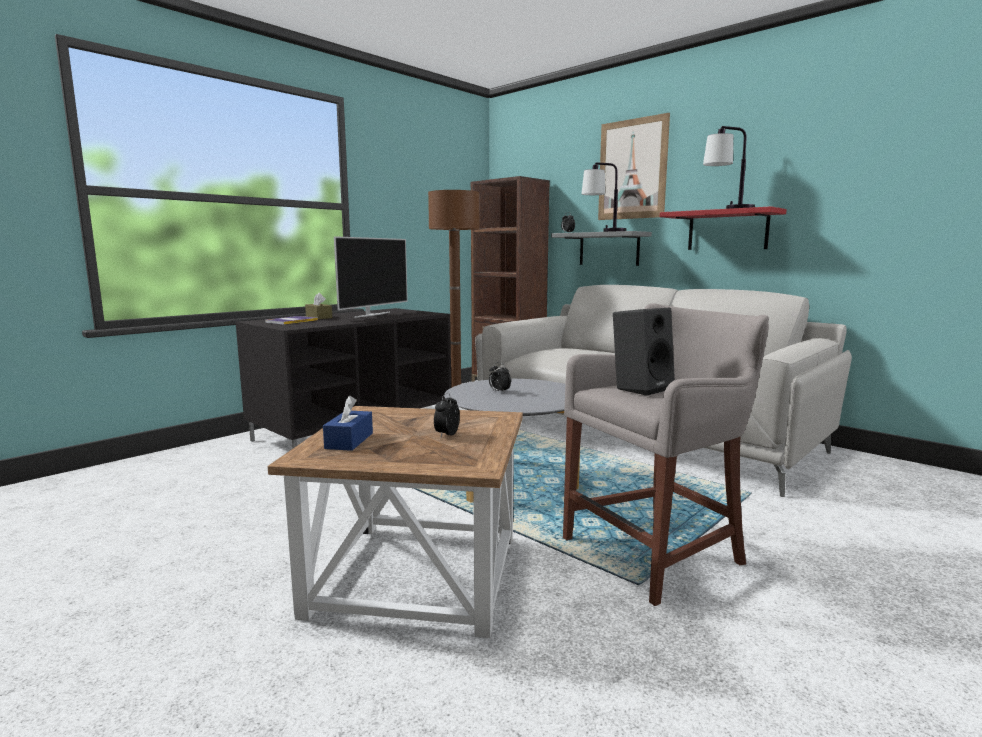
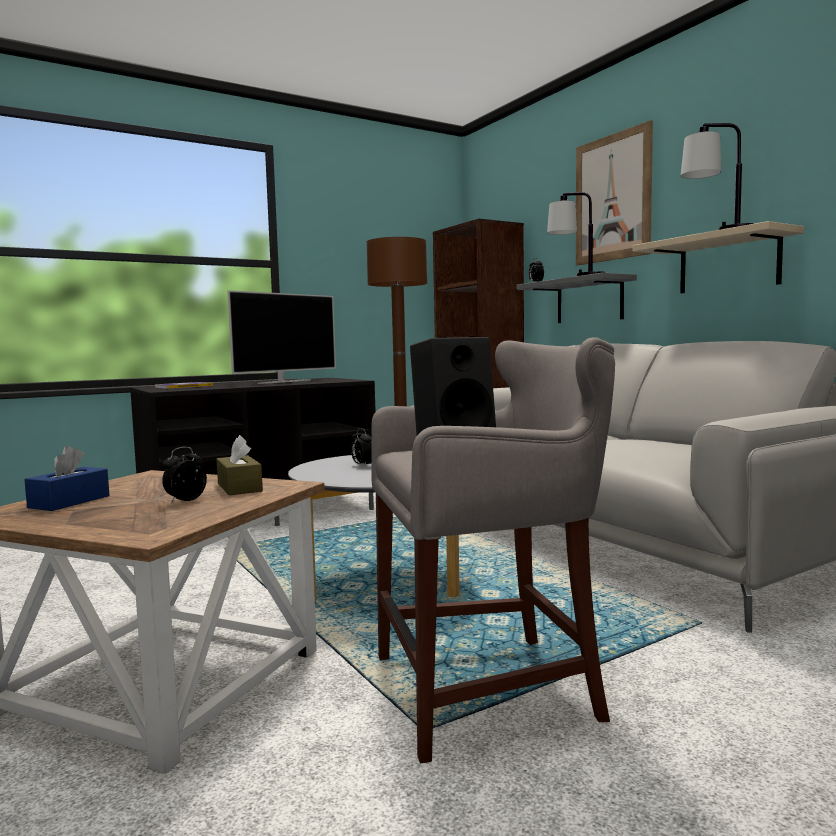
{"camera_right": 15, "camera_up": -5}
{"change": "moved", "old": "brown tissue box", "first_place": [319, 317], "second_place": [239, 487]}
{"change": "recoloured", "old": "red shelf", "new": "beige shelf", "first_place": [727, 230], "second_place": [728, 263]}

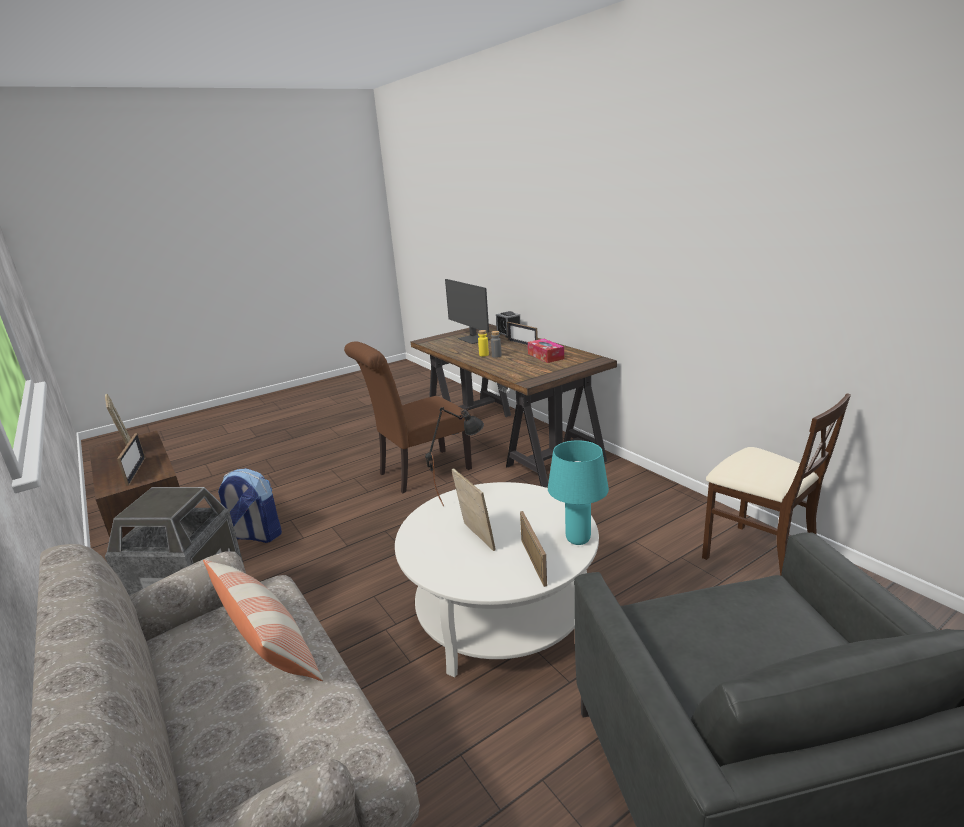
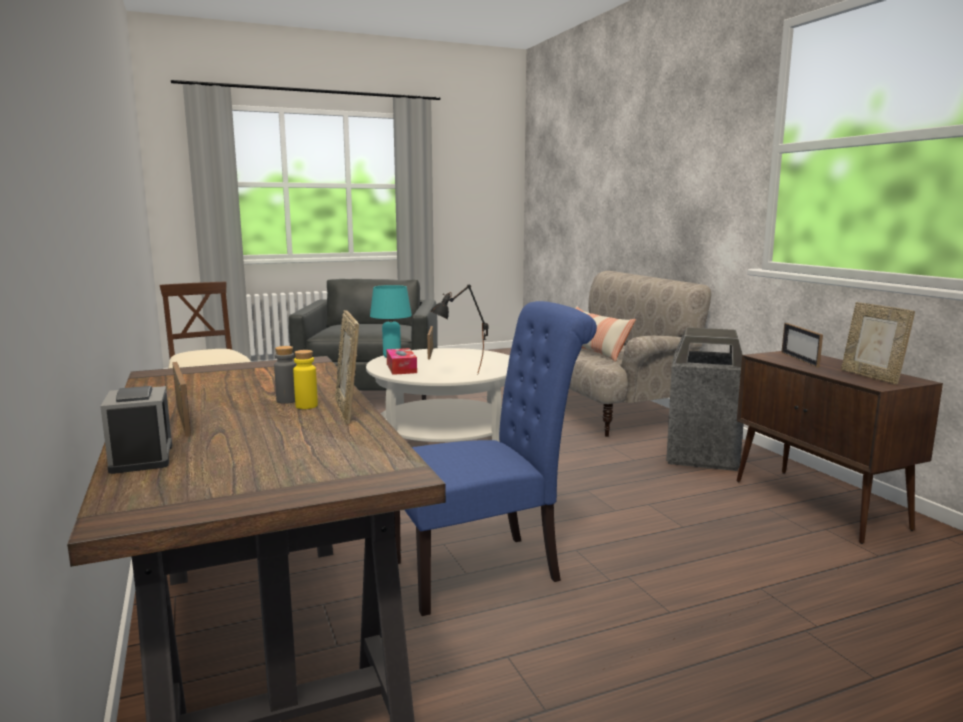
{"camera_right": -170, "camera_up": -10}
{"change": "moved", "old": "picture frame", "first_place": [475, 538], "second_place": [348, 411]}
{"change": "moved", "old": "tissue box", "first_place": [545, 356], "second_place": [401, 368]}
{"change": "recoloured", "old": "brown chair", "new": "blue chair", "first_place": [419, 472], "second_place": [485, 569]}
{"change": "removed", "old": "backpack", "first_place": [255, 535]}
{"change": "removed", "old": "monitor", "first_place": [473, 339]}

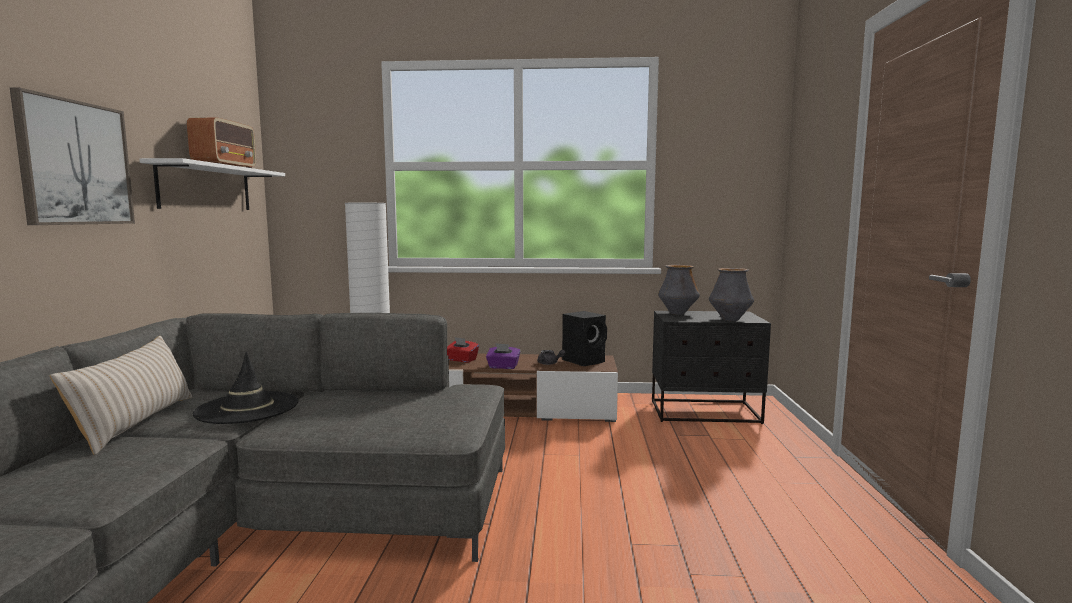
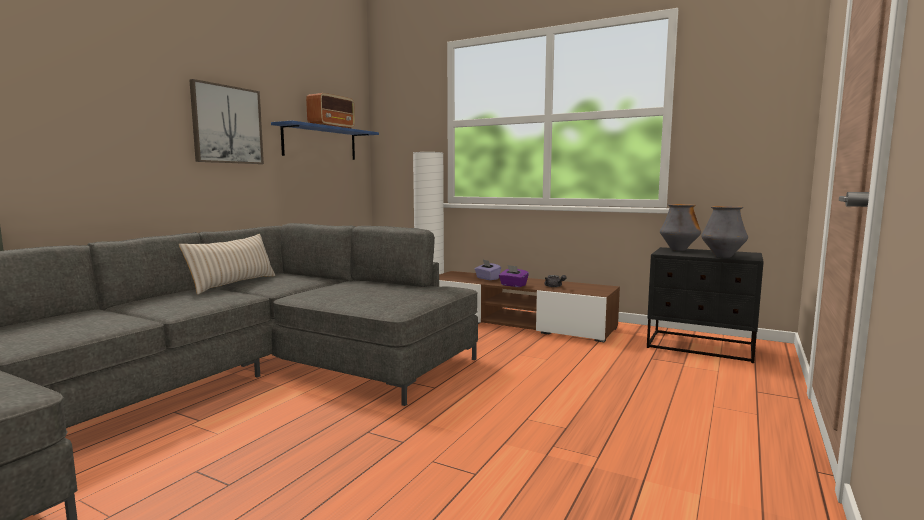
{"camera_right": 25, "camera_up": 0}
{"change": "recoloured", "old": "white shelf", "new": "blue shelf", "first_place": [206, 188], "second_place": [320, 143]}
{"change": "recoloured", "old": "red tissue box", "new": "purple tissue box", "first_place": [461, 360], "second_place": [487, 278]}
{"change": "removed", "old": "black hat", "first_place": [247, 408]}
{"change": "removed", "old": "black speaker", "first_place": [584, 361]}

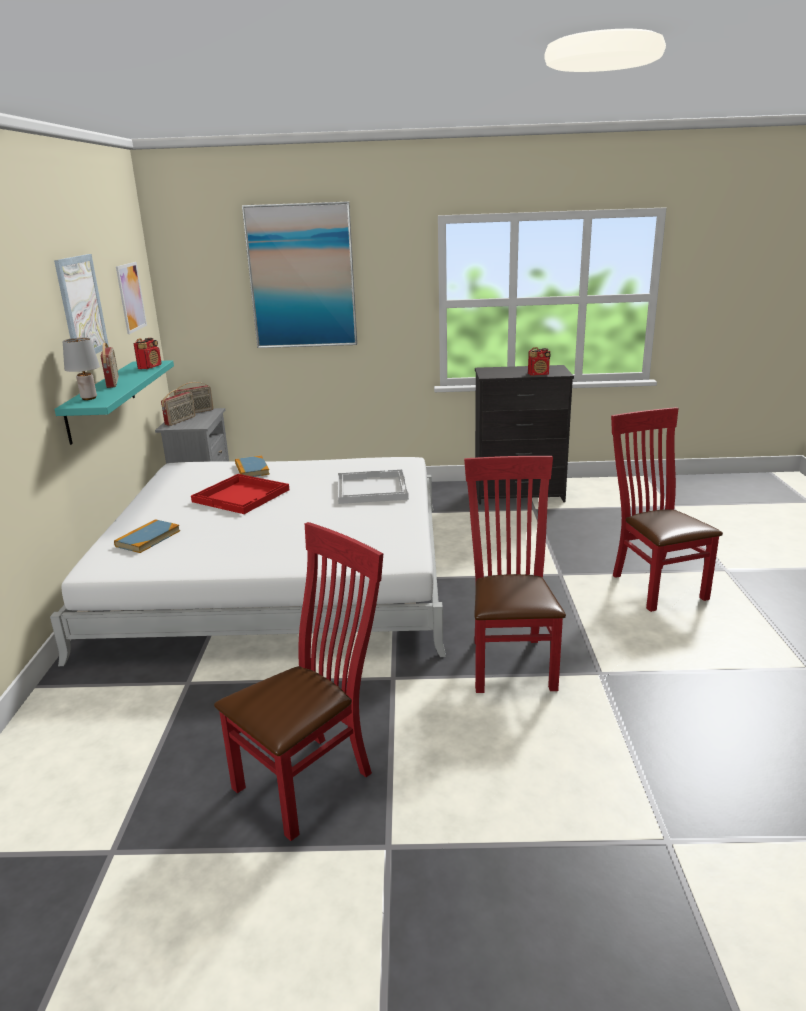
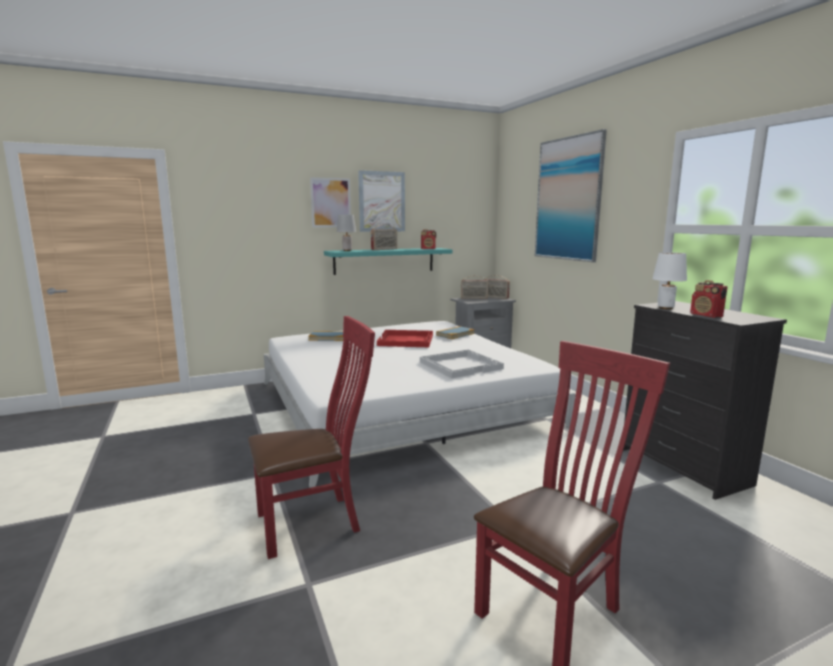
{"camera_right": 65, "camera_up": -10}
{"change": "moved", "old": "picture", "first_place": [131, 297], "second_place": [331, 202]}
{"change": "added", "new": "white table lamp", "second_place": [666, 308]}
{"change": "removed", "old": "red chair", "first_place": [311, 778]}

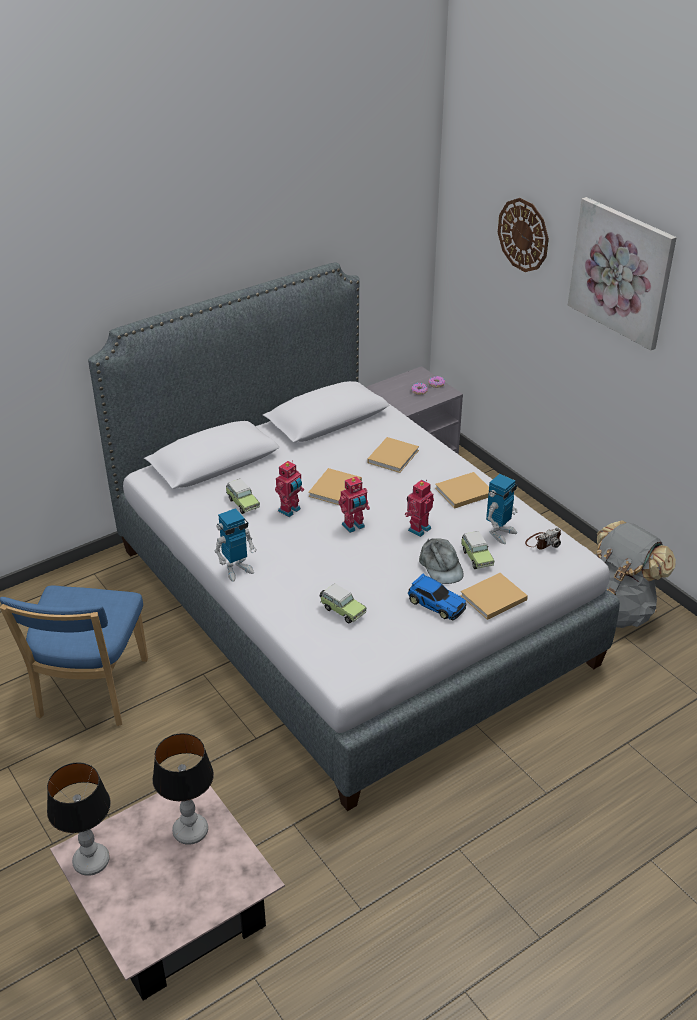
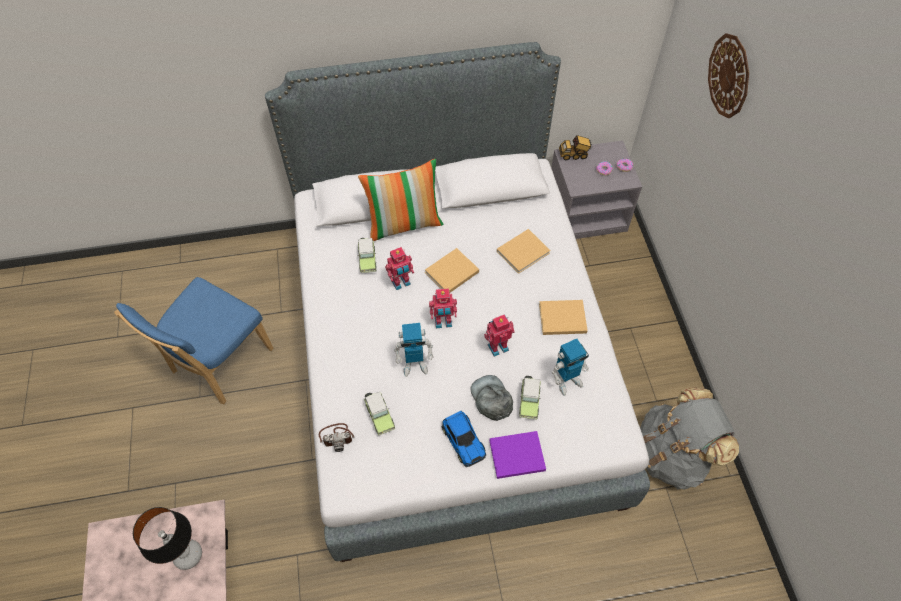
{"camera_right": 25, "camera_up": 20}
{"change": "moved", "old": "photo camera", "first_place": [543, 542], "second_place": [337, 436]}
{"change": "added", "new": "pillow", "second_place": [404, 224]}
{"change": "moved", "old": "toy robot", "first_place": [237, 570], "second_place": [414, 364]}
{"change": "turned", "old": "grey cap", "first_place": [440, 566], "second_place": [491, 399], "degrees": 150}
{"change": "recoloured", "old": "beige book", "new": "purple book", "first_place": [492, 598], "second_place": [515, 455]}
{"change": "added", "new": "toy truck", "second_place": [574, 155]}
{"change": "removed", "old": "table lamp", "first_place": [91, 861]}
{"change": "removed", "old": "picture", "first_place": [622, 272]}

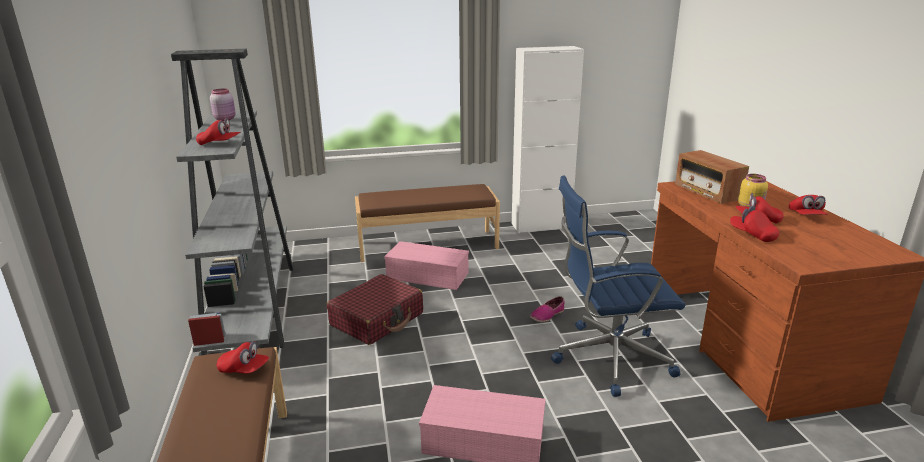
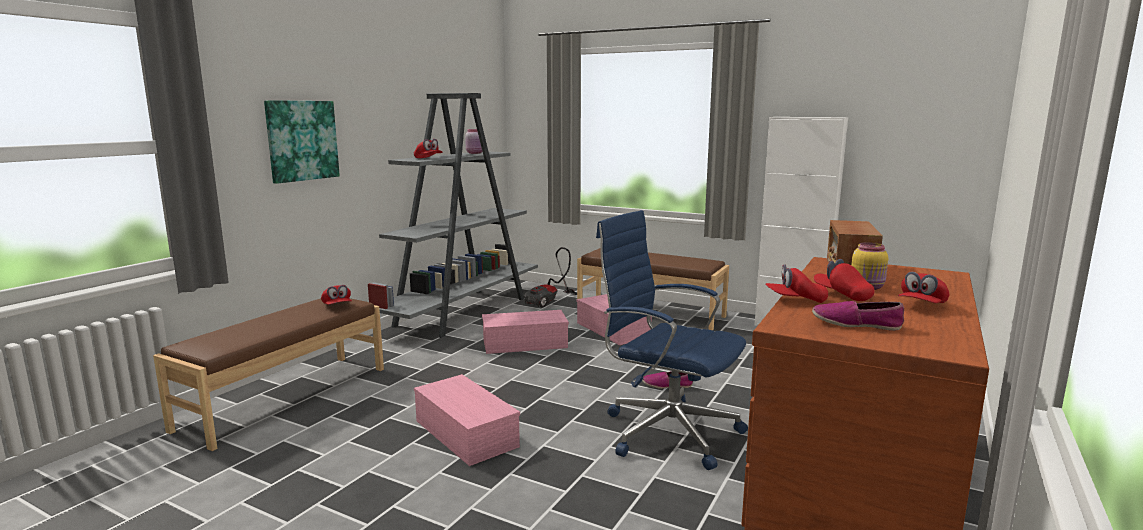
{"camera_right": 40, "camera_up": -10}
{"change": "added", "new": "picture", "second_place": [302, 140]}
{"change": "replaced", "old": "red suitcase", "new": "pink storage box", "first_place": [377, 319], "second_place": [526, 343]}
{"change": "added", "new": "vacuum cleaner", "second_place": [551, 301]}
{"change": "turned", "old": "red cap", "first_place": [752, 235], "second_place": [795, 300], "degrees": -90}
{"change": "added", "new": "shoe", "second_place": [856, 324]}

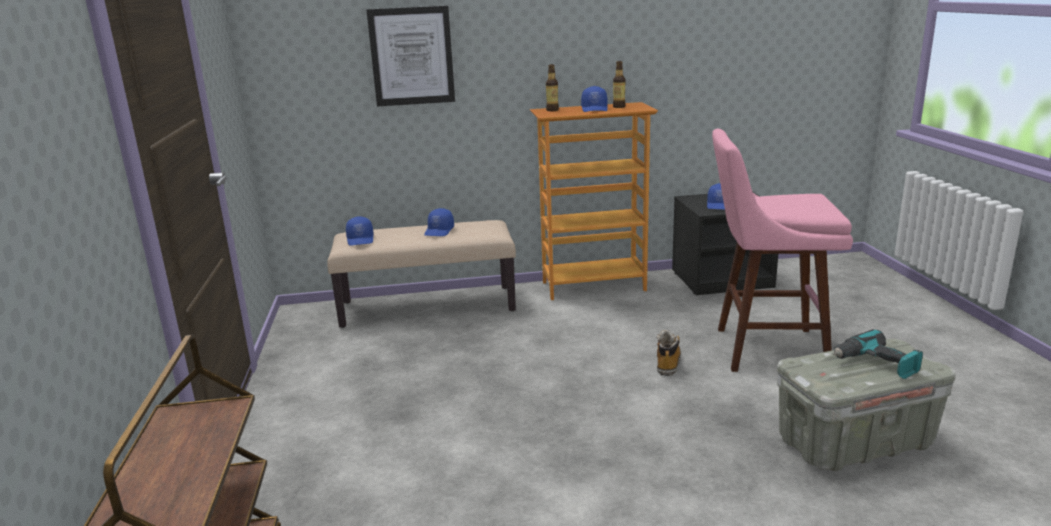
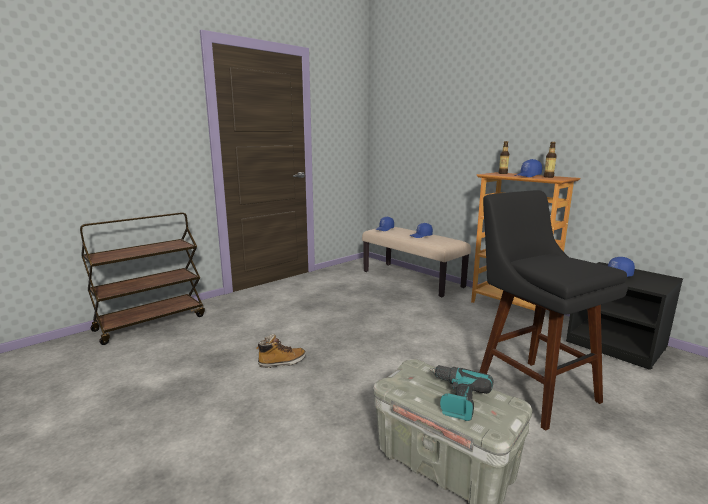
{"camera_right": 55, "camera_up": -5}
{"change": "moved", "old": "boot", "first_place": [668, 363], "second_place": [282, 362]}
{"change": "recoloured", "old": "pink stool", "new": "black stool", "first_place": [764, 349], "second_place": [531, 388]}
{"change": "removed", "old": "picture", "first_place": [412, 56]}

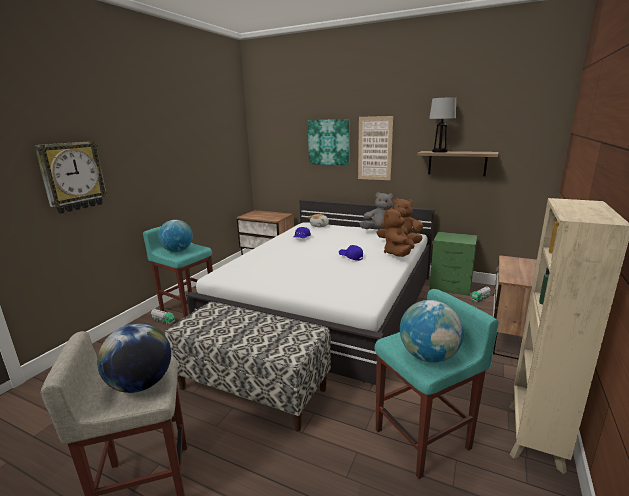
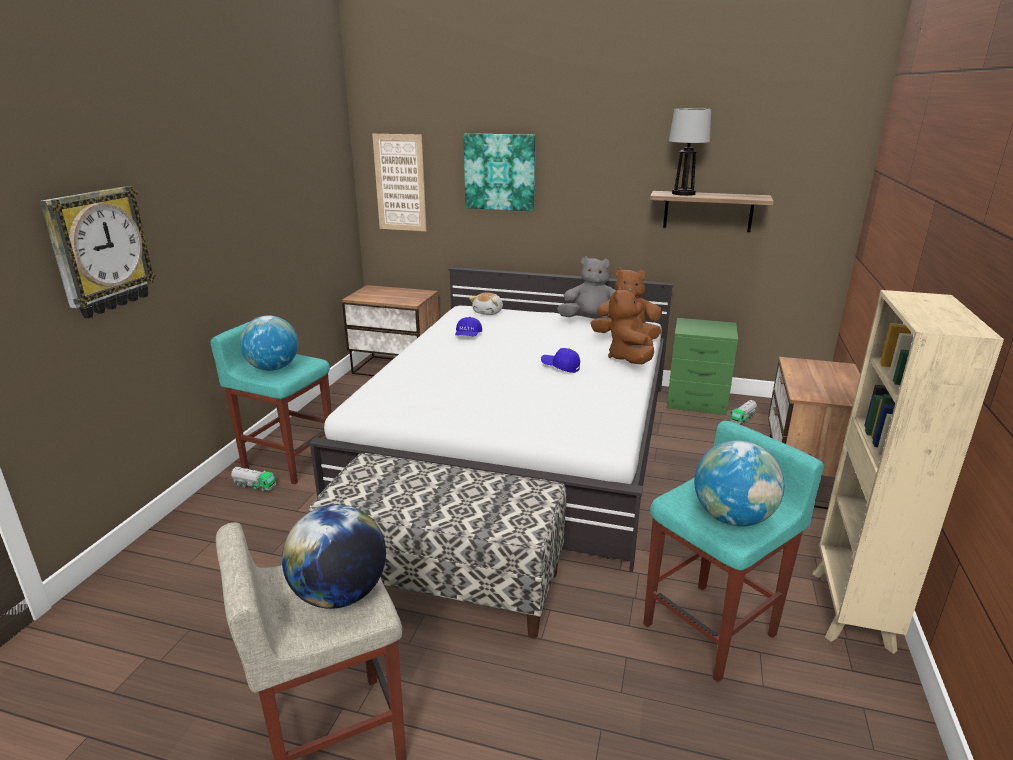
{"camera_right": -10, "camera_up": 5}
{"change": "moved", "old": "picture", "first_place": [375, 148], "second_place": [400, 183]}

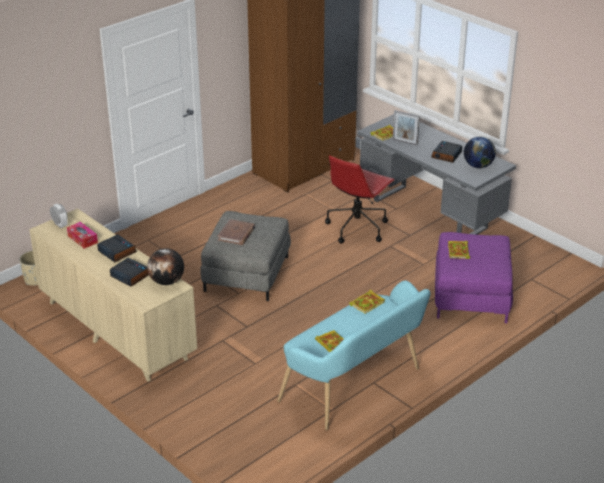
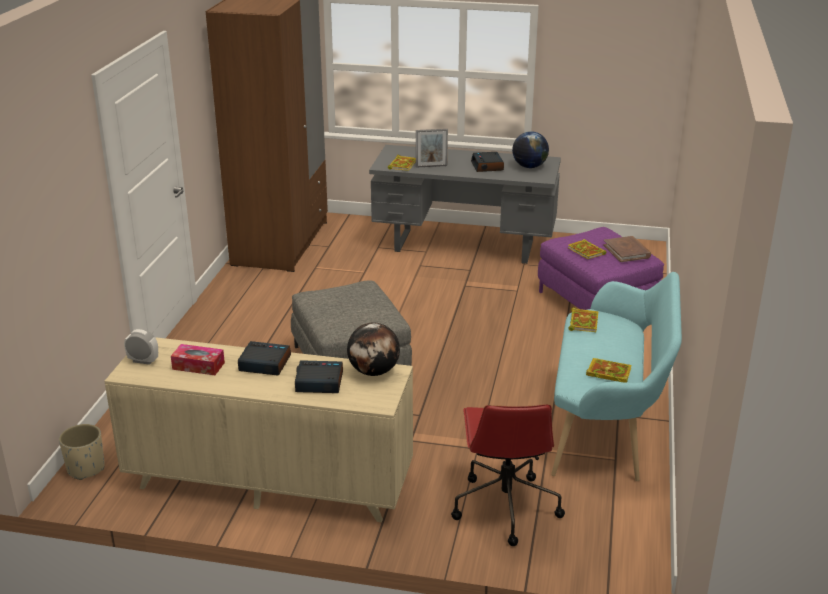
{"camera_right": -35, "camera_up": -5}
{"change": "moved", "old": "red office chair", "first_place": [357, 227], "second_place": [505, 506]}
{"change": "moved", "old": "brown book", "first_place": [236, 234], "second_place": [627, 251]}

